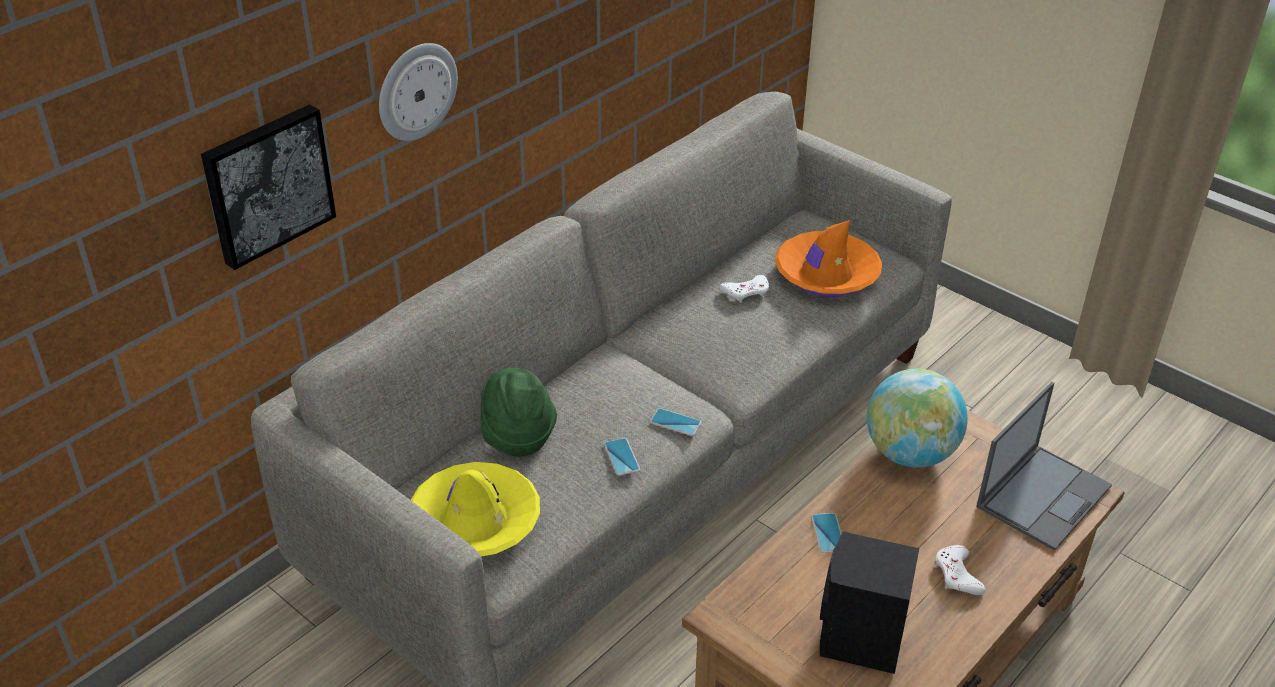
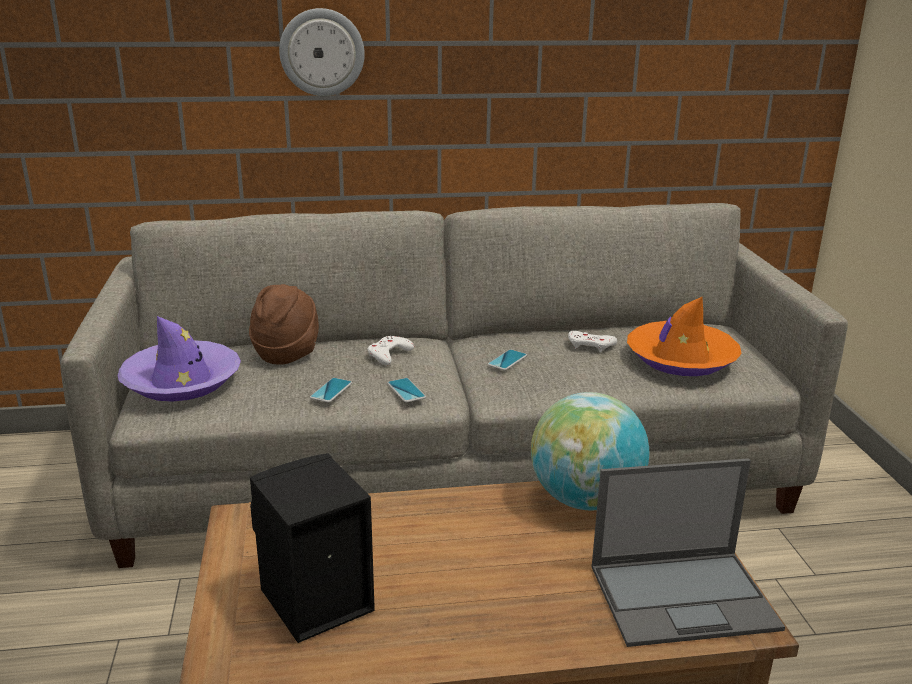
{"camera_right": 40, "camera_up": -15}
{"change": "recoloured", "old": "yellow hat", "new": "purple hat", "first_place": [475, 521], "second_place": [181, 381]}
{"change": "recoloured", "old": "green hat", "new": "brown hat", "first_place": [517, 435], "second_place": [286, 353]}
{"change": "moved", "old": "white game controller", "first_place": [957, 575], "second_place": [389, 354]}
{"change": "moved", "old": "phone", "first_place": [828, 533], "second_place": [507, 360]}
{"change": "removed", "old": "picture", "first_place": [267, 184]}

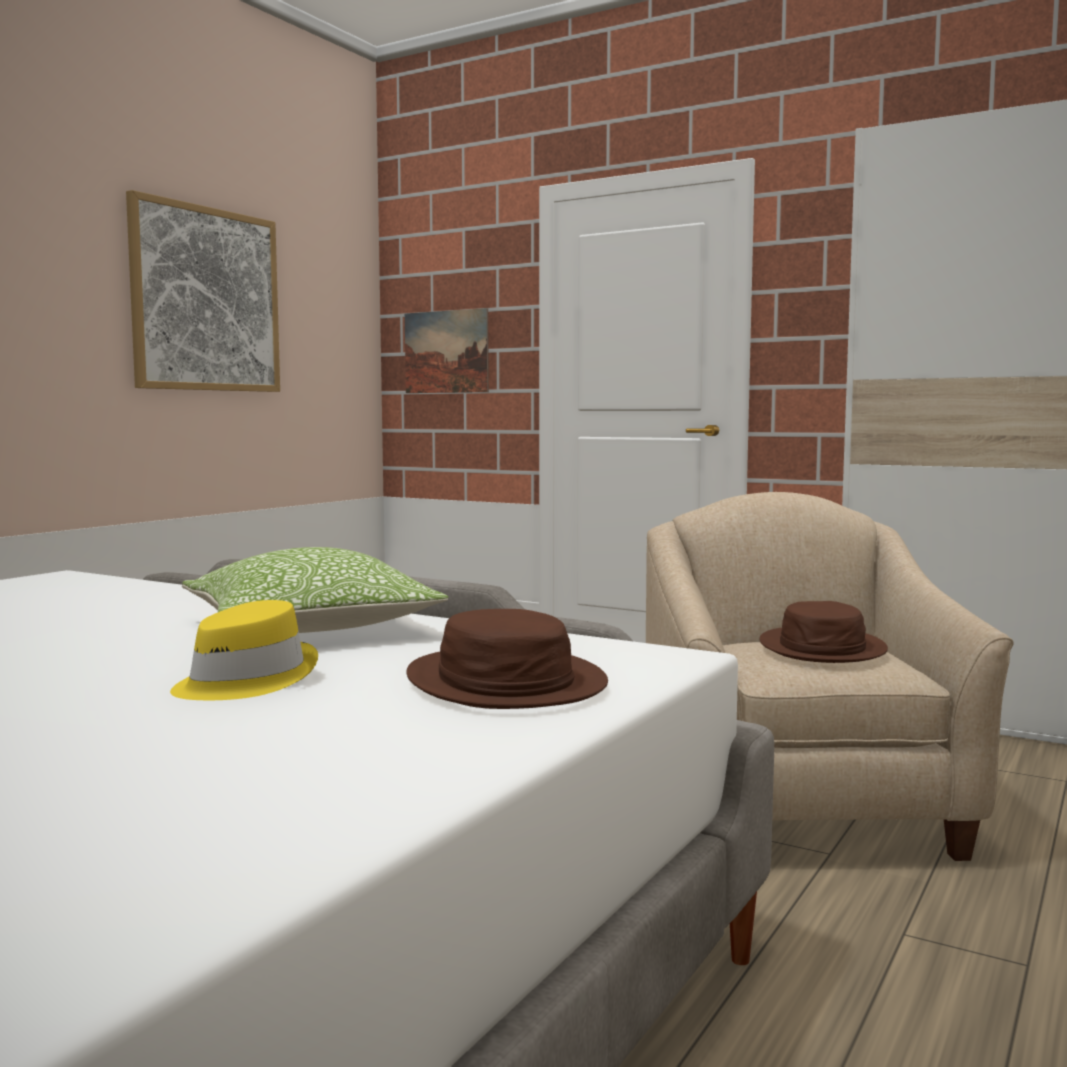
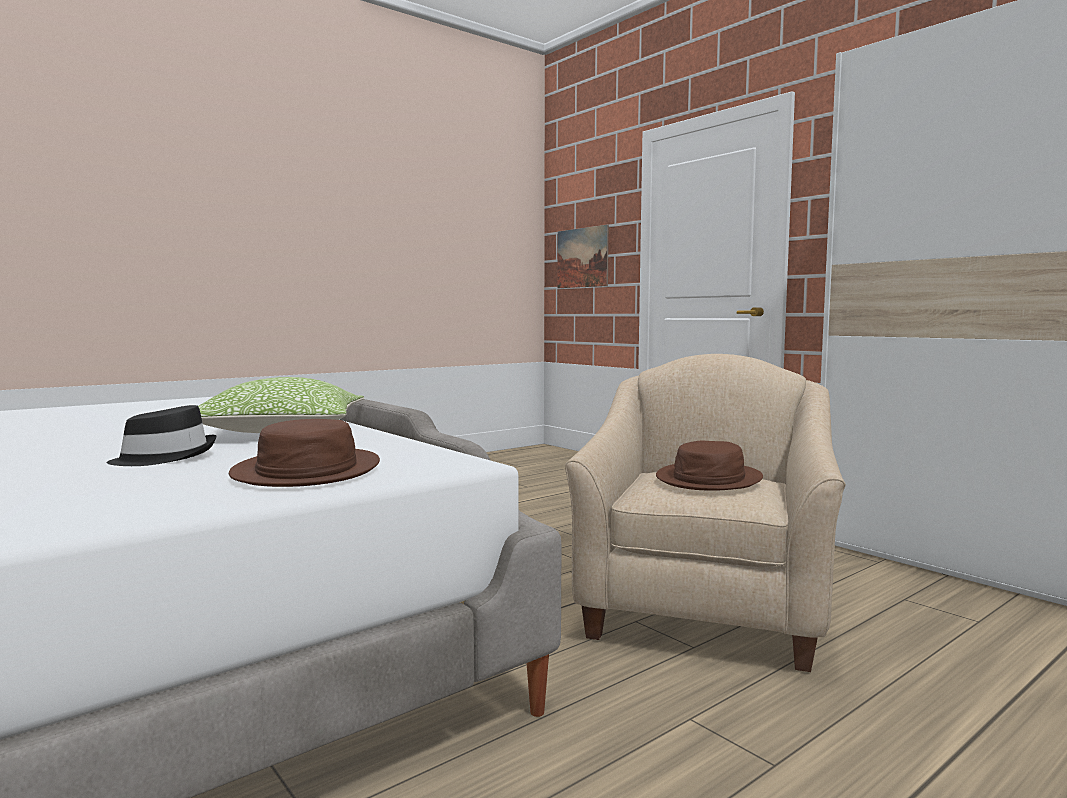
{"camera_right": 20, "camera_up": 0}
{"change": "recoloured", "old": "yellow hat", "new": "black hat", "first_place": [244, 681], "second_place": [165, 457]}
{"change": "removed", "old": "picture", "first_place": [206, 300]}

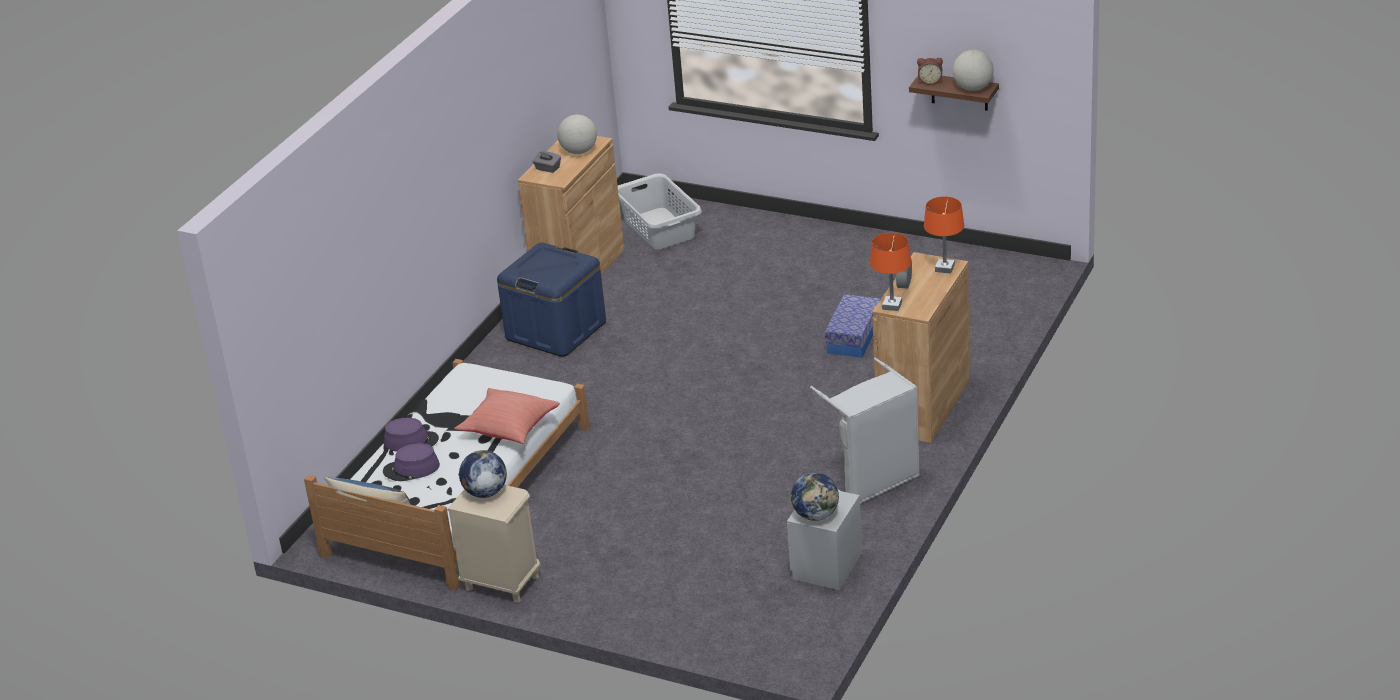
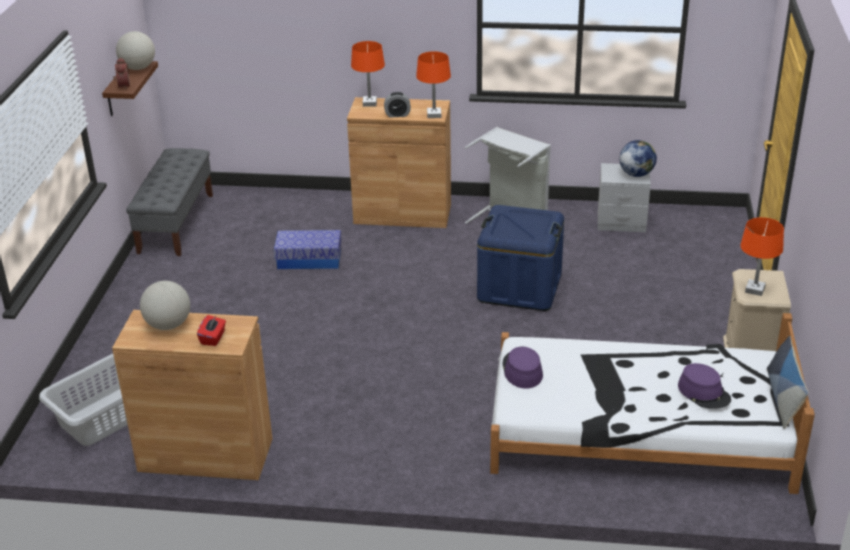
{"camera_right": -110, "camera_up": 0}
{"change": "added", "new": "grey bench", "second_place": [176, 223]}
{"change": "recoloured", "old": "grey tissue box", "new": "red tissue box", "first_place": [547, 168], "second_place": [213, 338]}
{"change": "moved", "old": "blue storage box", "first_place": [556, 330], "second_place": [519, 287]}
{"change": "moved", "old": "purple hat", "first_place": [411, 441], "second_place": [522, 370]}
{"change": "replaced", "old": "globe", "new": "orange table lamp", "first_place": [485, 492], "second_place": [754, 290]}
{"change": "removed", "old": "red pillow", "first_place": [508, 429]}

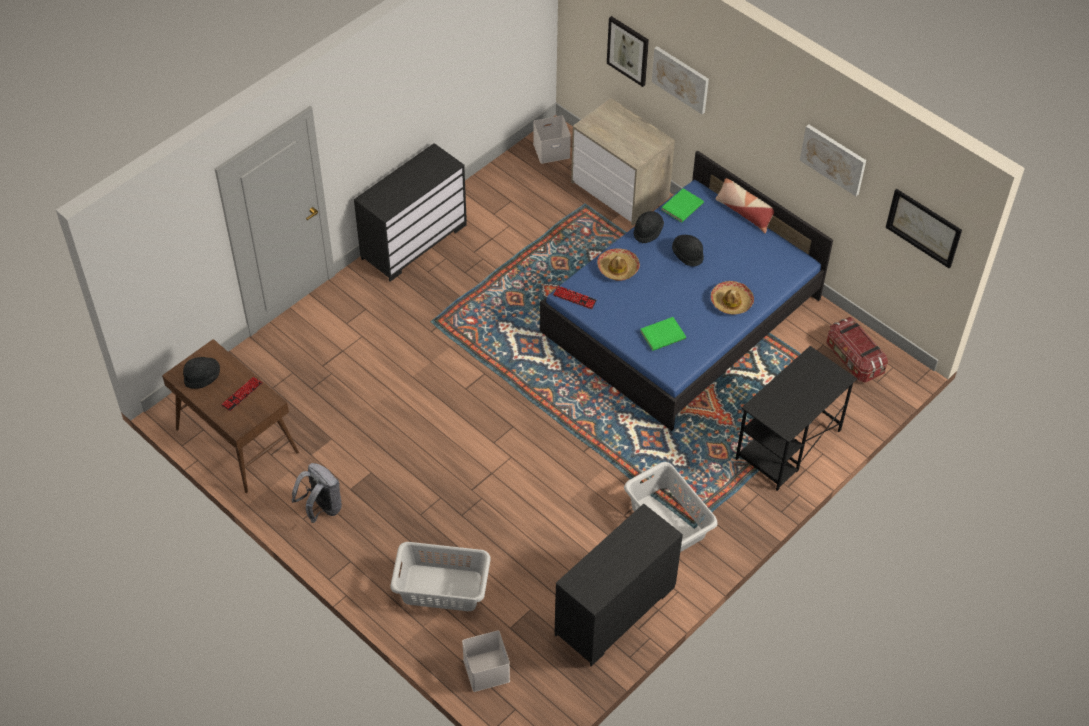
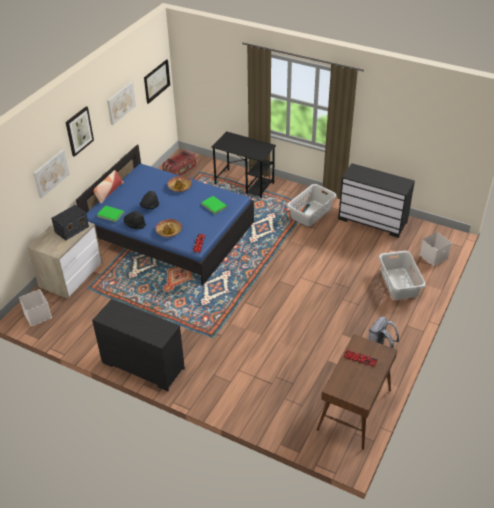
{"camera_right": -105, "camera_up": -10}
{"change": "added", "new": "radio", "second_place": [71, 229]}
{"change": "moved", "old": "picture", "first_place": [628, 50], "second_place": [79, 131]}
{"change": "removed", "old": "black hat", "first_place": [203, 378]}

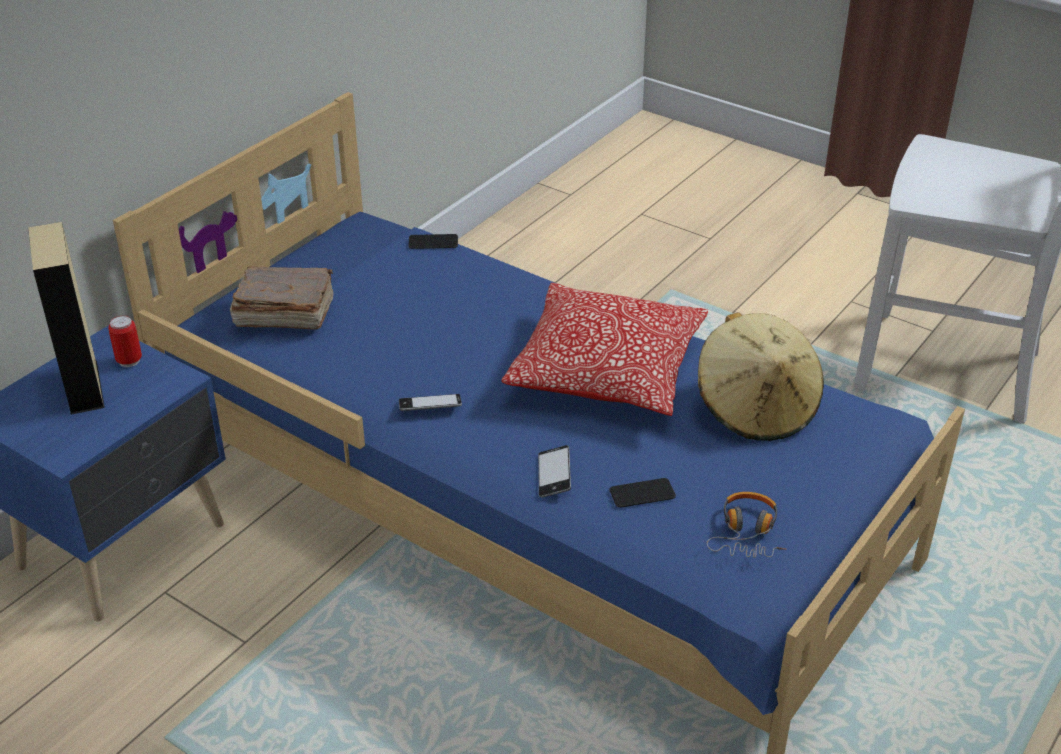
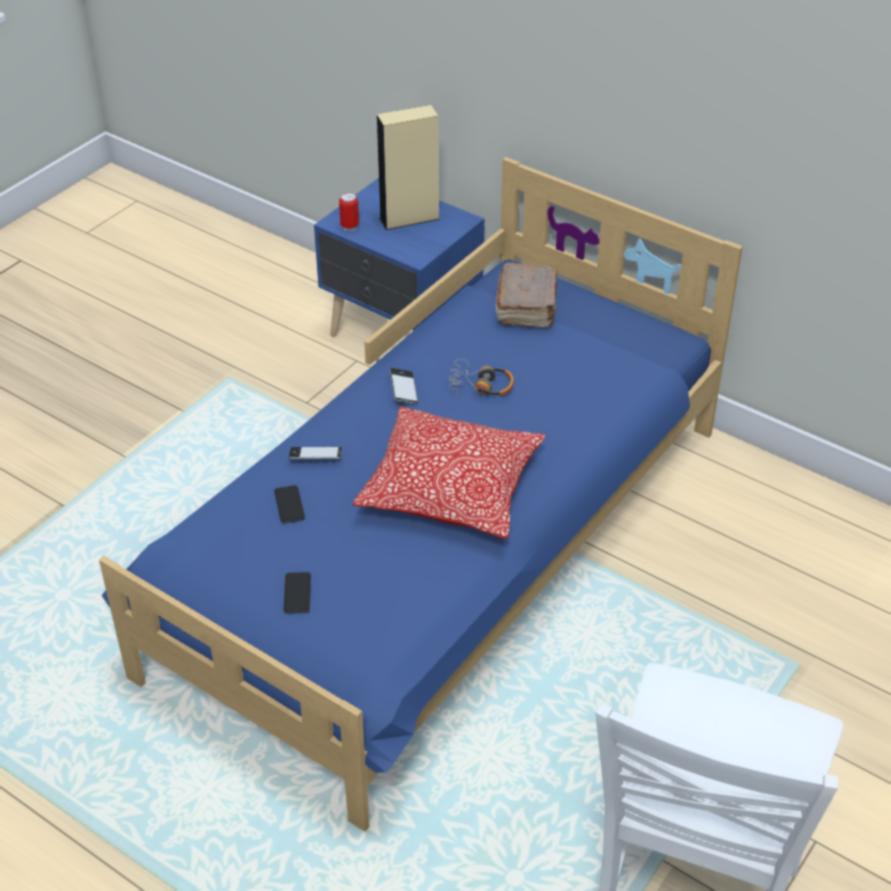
{"camera_right": 90, "camera_up": 5}
{"change": "moved", "old": "phone", "first_place": [433, 242], "second_place": [297, 593]}
{"change": "moved", "old": "can", "first_place": [129, 361], "second_place": [349, 226]}
{"change": "moved", "old": "headphones", "first_place": [747, 533], "second_place": [480, 386]}
{"change": "removed", "old": "beige hat", "first_place": [756, 408]}

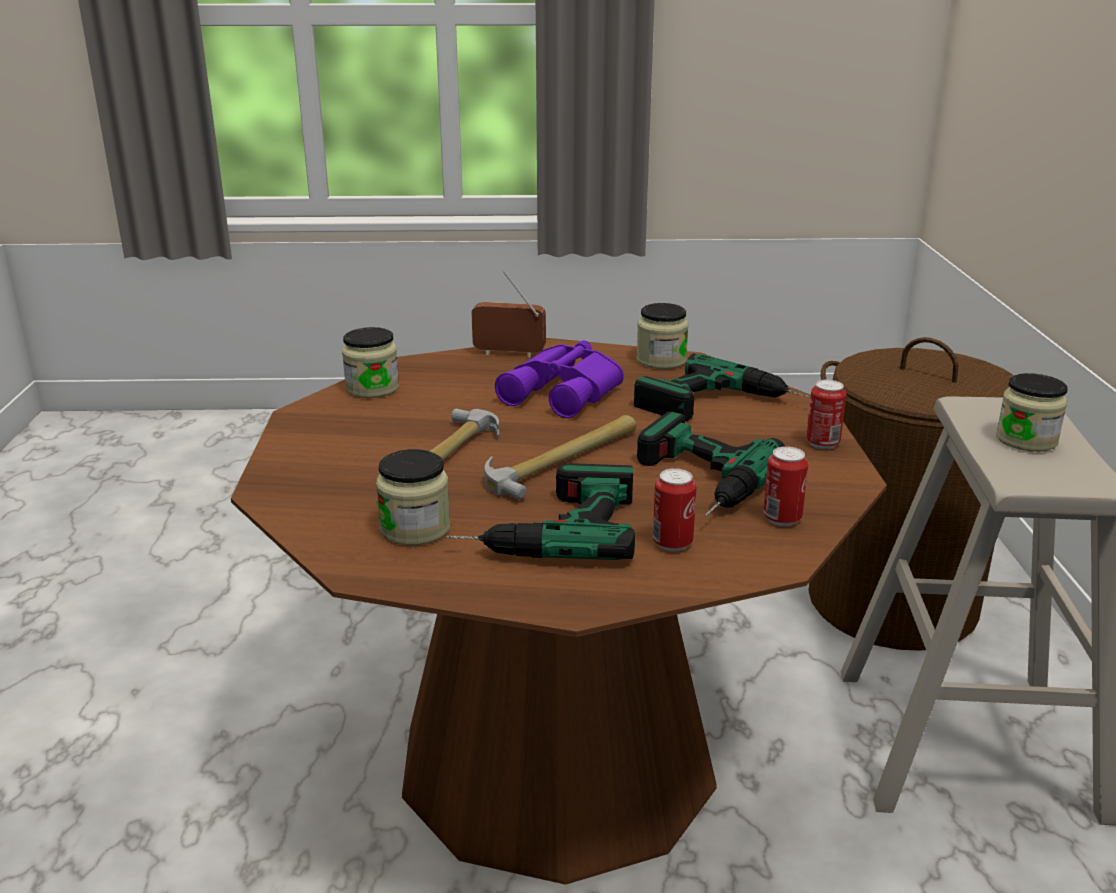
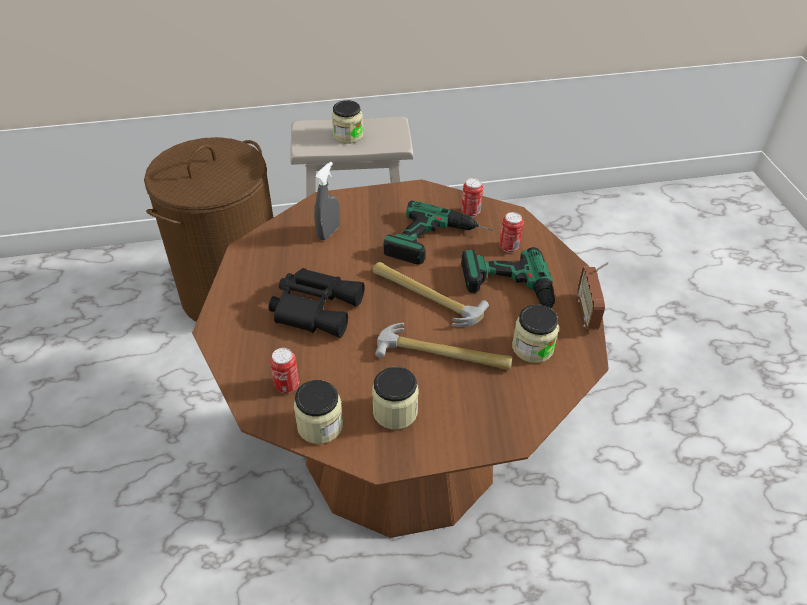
{"camera_right": -100, "camera_up": 20}
{"change": "recoloured", "old": "purple binoculars", "new": "black binoculars", "first_place": [565, 393], "second_place": [316, 307]}
{"change": "moved", "old": "can", "first_place": [822, 443], "second_place": [287, 385]}
{"change": "replaced", "old": "power drill", "new": "grey spray bottle", "first_place": [724, 405], "second_place": [328, 232]}
{"change": "moved", "old": "jar", "first_place": [661, 360], "second_place": [395, 411]}
{"change": "moved", "old": "radio", "first_place": [509, 354], "second_place": [587, 313]}

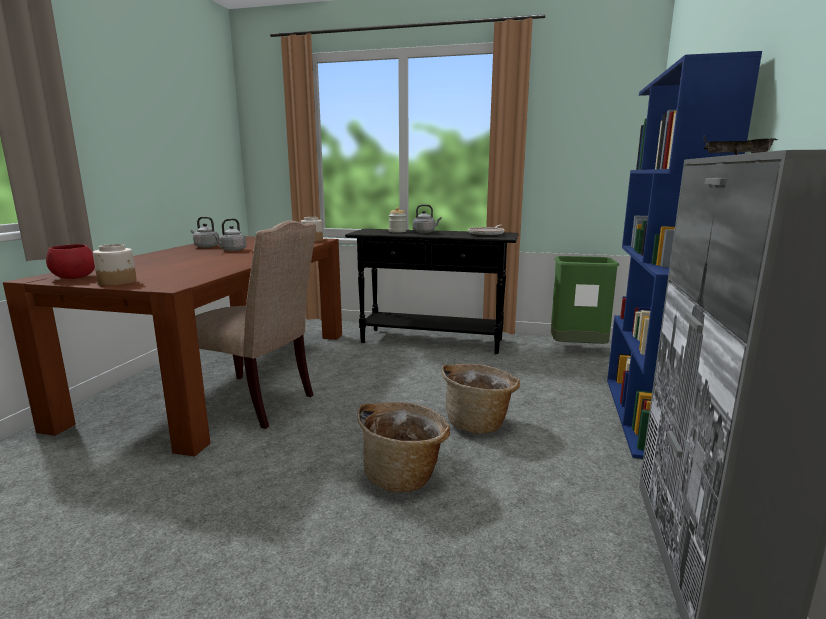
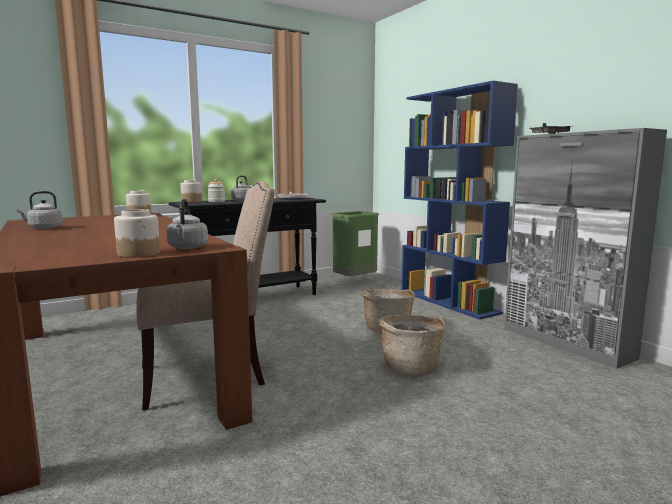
{"camera_right": -45, "camera_up": -5}
{"change": "moved", "old": "grey kettle", "first_place": [232, 250], "second_place": [187, 248]}
{"change": "added", "new": "jar", "second_place": [191, 201]}
{"change": "removed", "old": "red bowl", "first_place": [74, 277]}

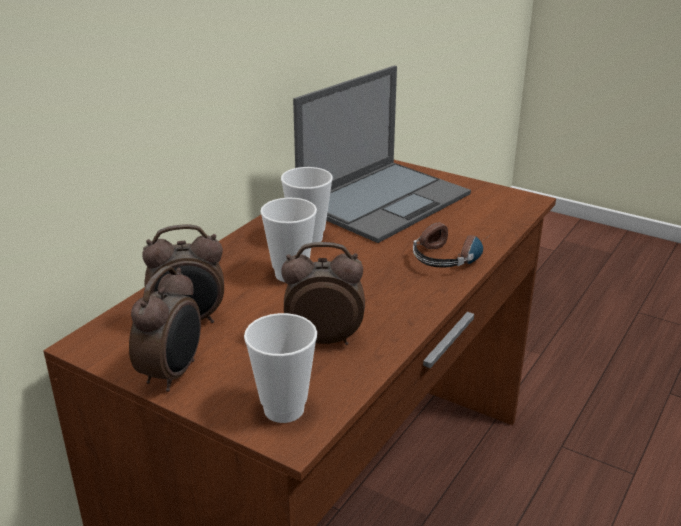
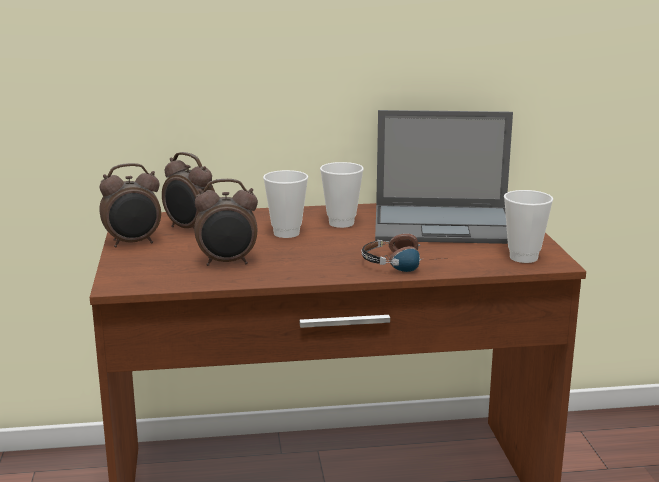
{"camera_right": 50, "camera_up": -10}
{"change": "turned", "old": "alarm clock", "first_place": [324, 338], "second_place": [227, 262], "degrees": 120}
{"change": "moved", "old": "cup", "first_place": [284, 409], "second_place": [523, 257]}

